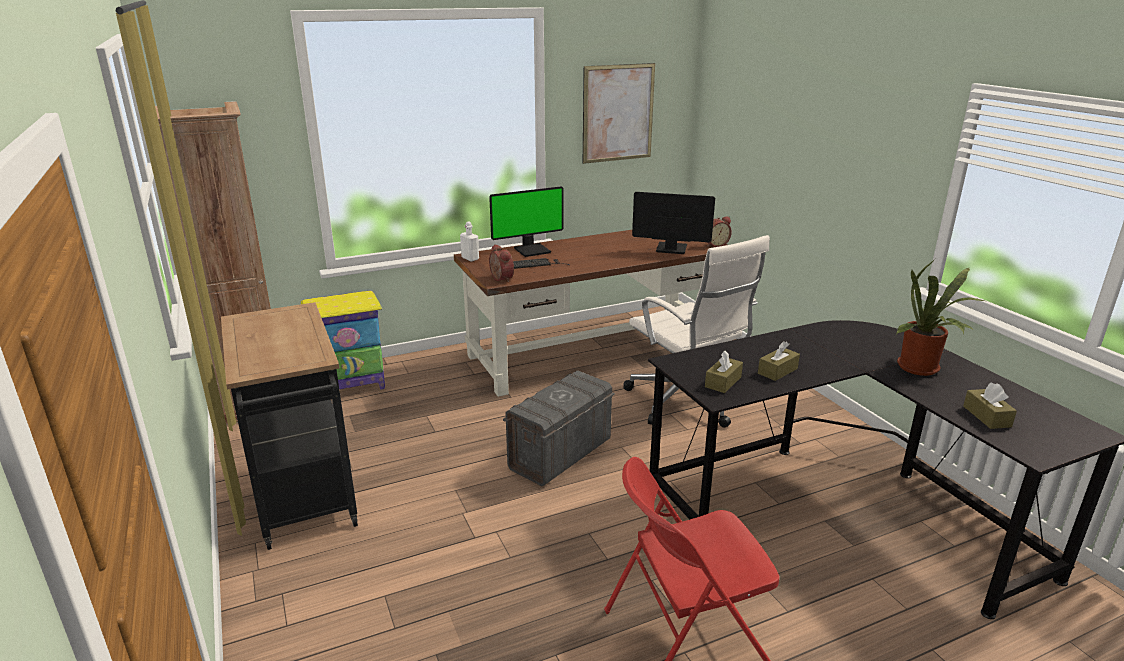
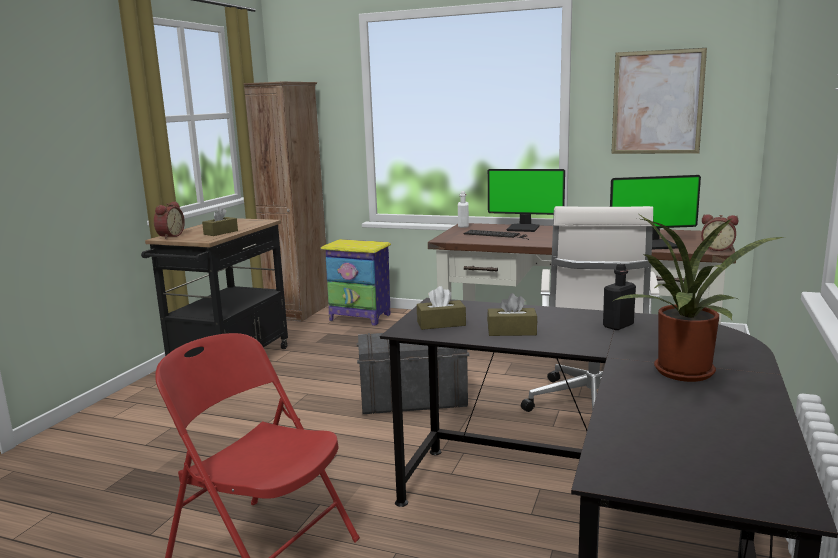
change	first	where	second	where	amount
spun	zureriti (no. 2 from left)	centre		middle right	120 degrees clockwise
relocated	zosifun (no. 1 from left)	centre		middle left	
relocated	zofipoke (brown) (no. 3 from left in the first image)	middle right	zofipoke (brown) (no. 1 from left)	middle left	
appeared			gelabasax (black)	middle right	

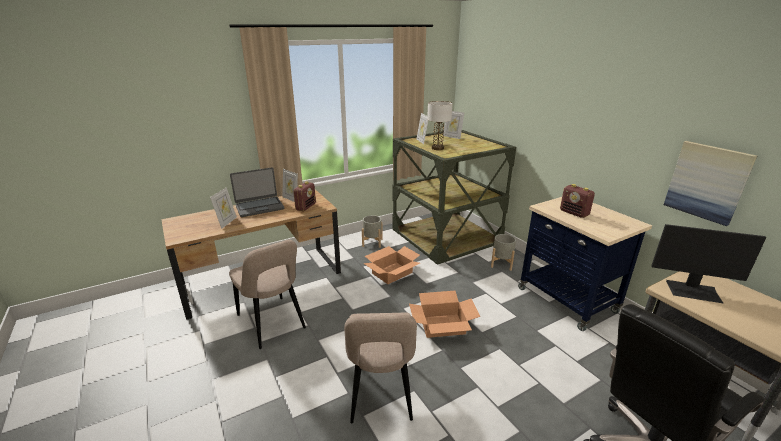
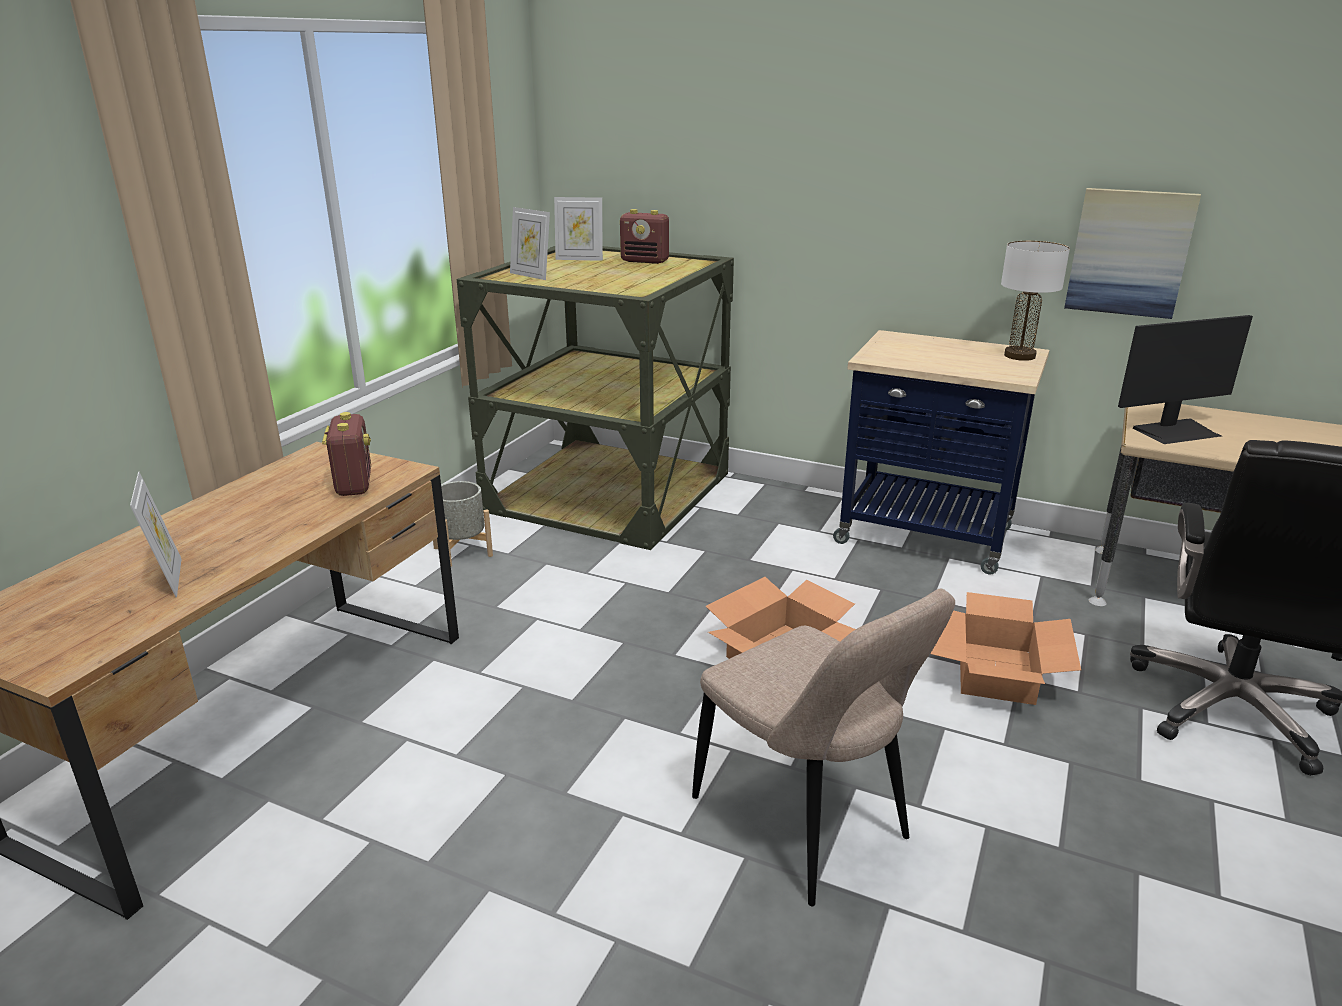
change	first	where	second	where	amount
relocated	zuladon	top centre		top right	
missing	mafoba	middle left			
missing	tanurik (no. 2 from left)	centre			
relocated	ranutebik (no. 2 from left)	middle right		top centre	
missing	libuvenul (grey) (no. 2 from left)	centre			
missing	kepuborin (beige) (no. 1 from left)	bottom centre			
relocated	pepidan (no. 1 from left in the first image)	centre	pepidan (no. 2 from left)	middle right	

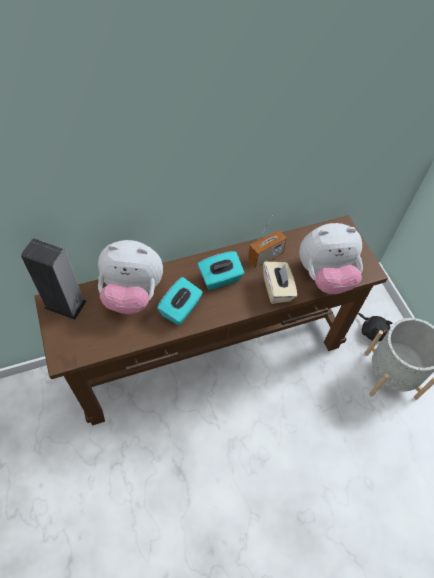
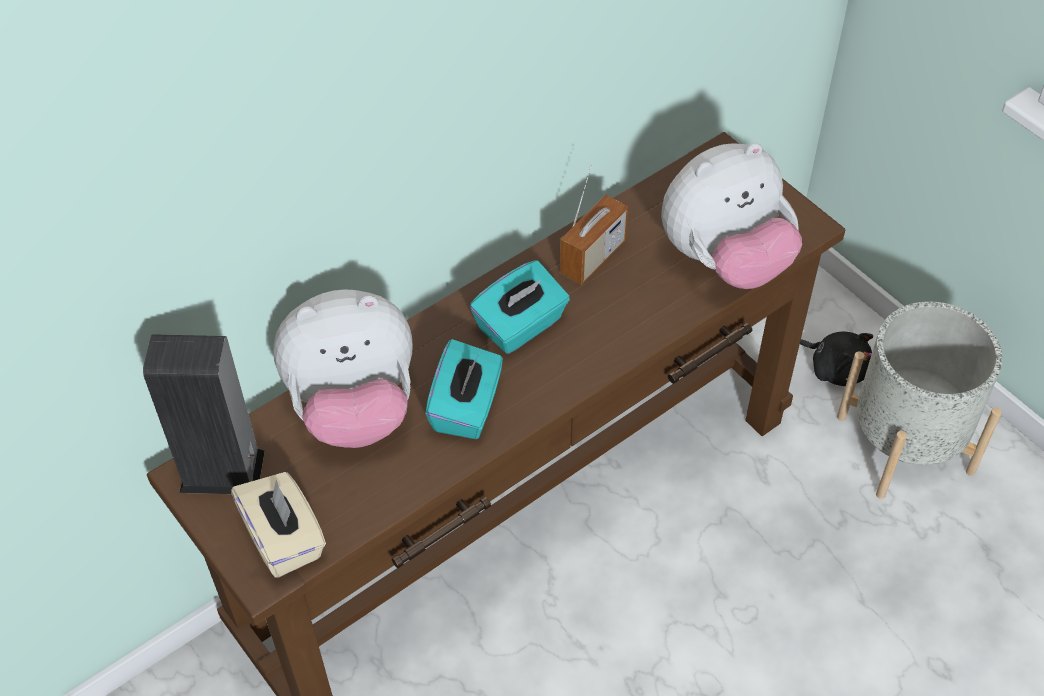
change	first	where	second	where	amount
relocated	zofipoke (beige)	centre		bottom left	

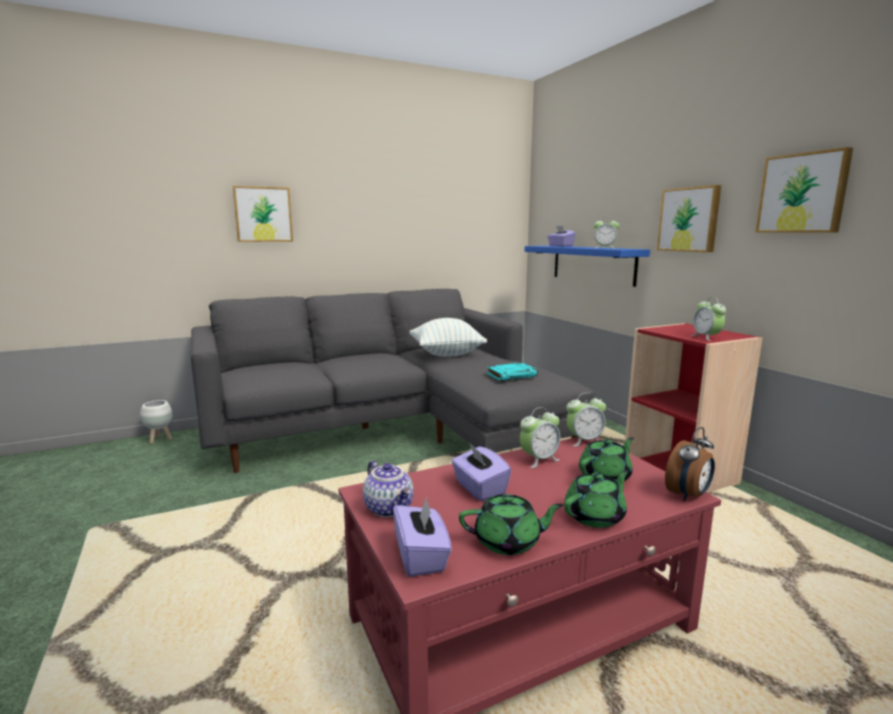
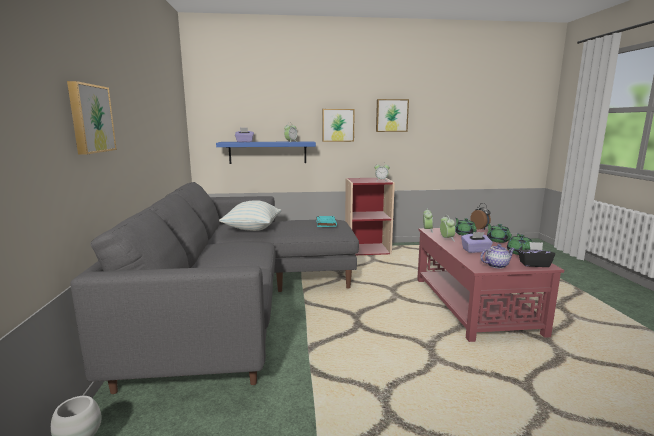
change	first	where	second	where	amount
colour	zofipoke (purple) (no. 1 from left)	bottom centre	zofipoke (black)	middle right	

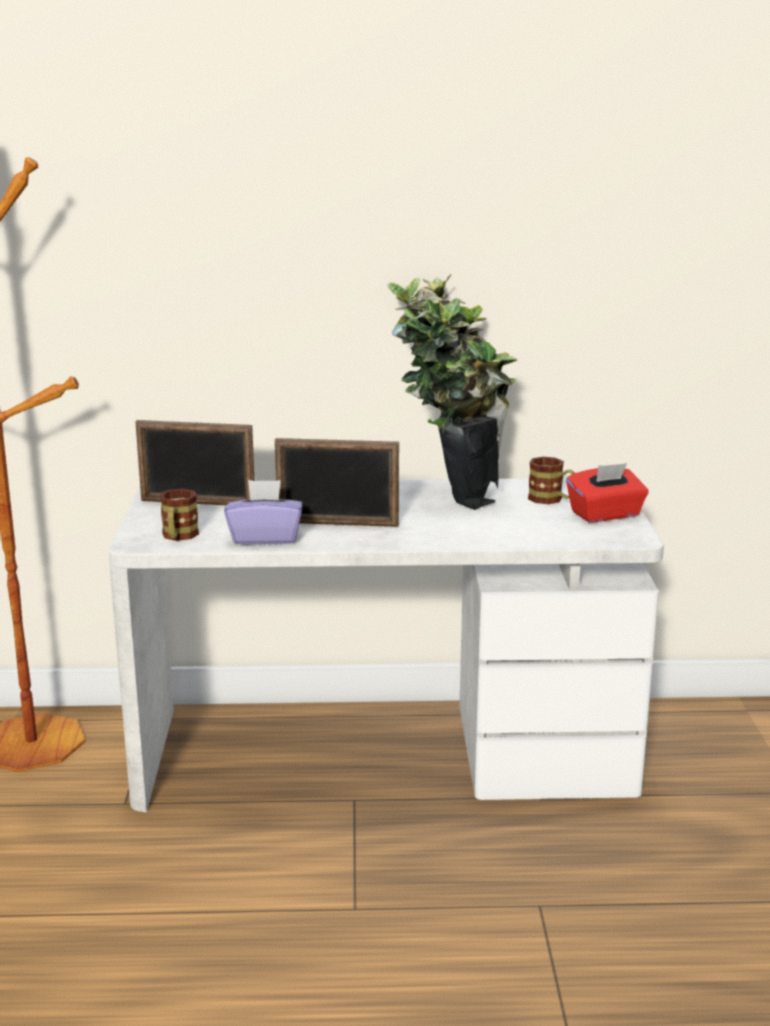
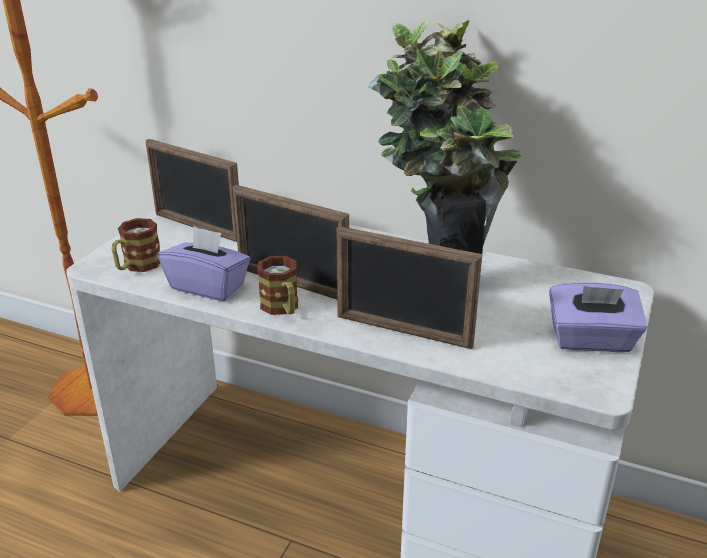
change	first	where	second	where	amount
relocated	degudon (no. 2 from left)	middle right		centre	
colour	zofipoke (red)	middle right	zofipoke (purple) (no. 2 from left)	middle right	
appeared			tanurik (no. 3 from left)	centre	

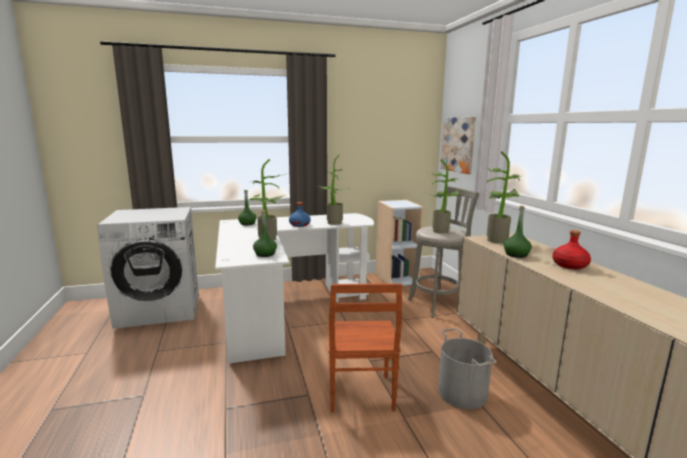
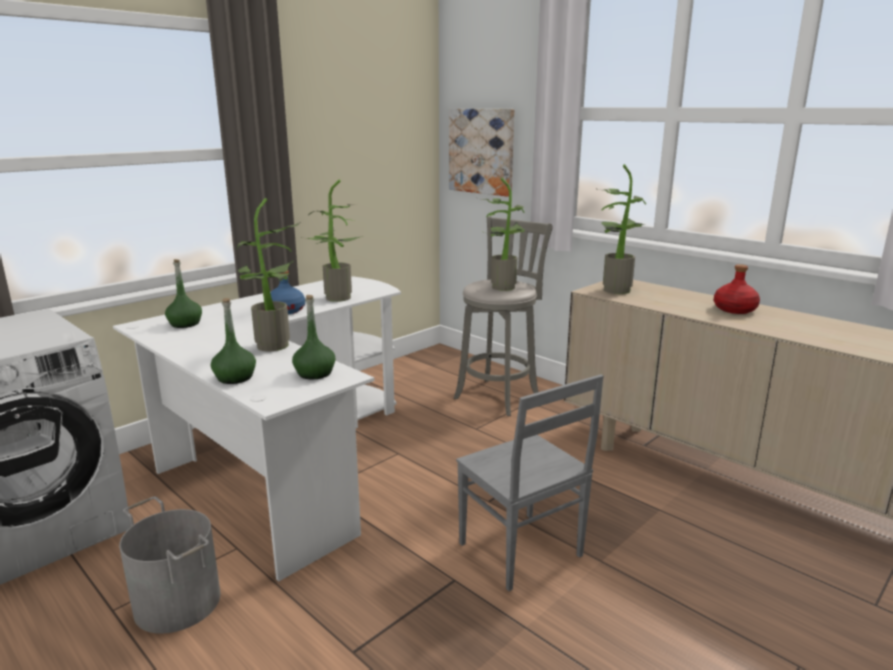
change	first	where	second	where	amount
missing	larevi	centre			
relocated	gelabasax (green) (no. 3 from left in the first image)	middle right	gelabasax (green) (no. 2 from left)	middle left	
colour	kepuborin (brown)	bottom centre	kepuborin (grey)	bottom centre	
relocated	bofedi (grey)	bottom right		bottom left	

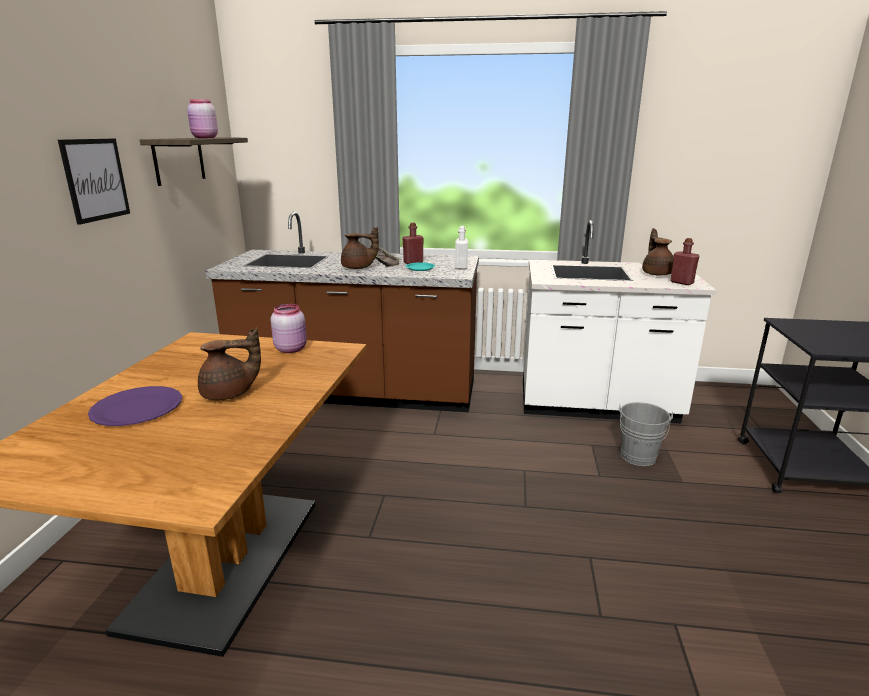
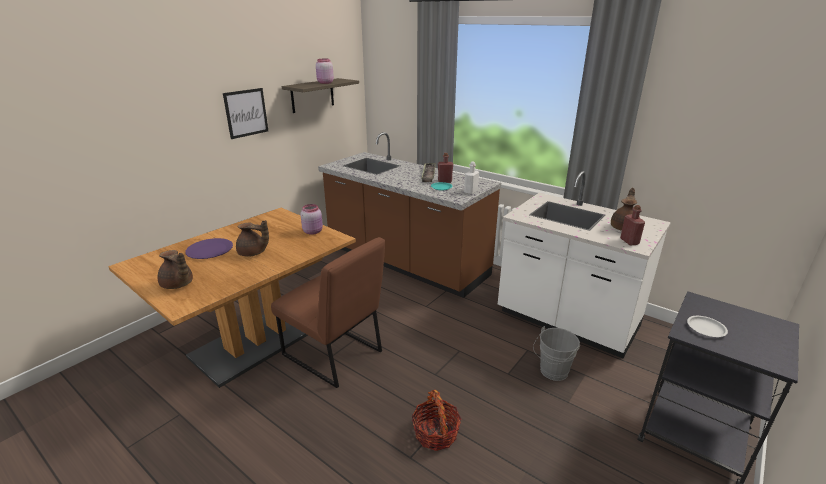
change	first	where	second	where	amount
relocated	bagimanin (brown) (no. 2 from left in the first image)	centre	bagimanin (brown) (no. 1 from left)	middle left	
appeared			kepuborin (brown)	centre	
appeared			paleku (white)	bottom right	
appeared			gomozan	bottom centre	

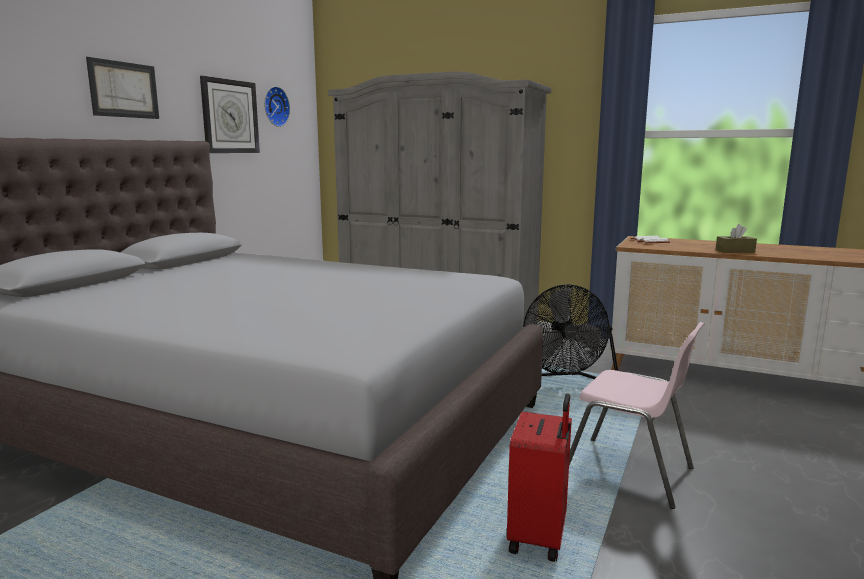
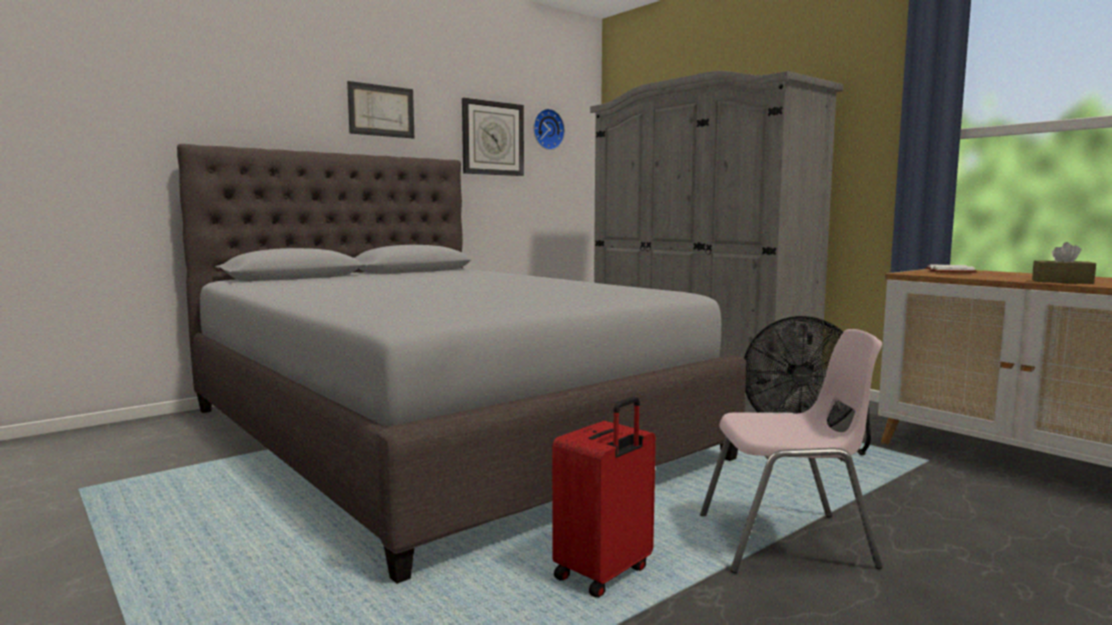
change	first	where	second	where	amount
spun	kepuborin (pink)	bottom right		bottom right	60 degrees counterclockwise

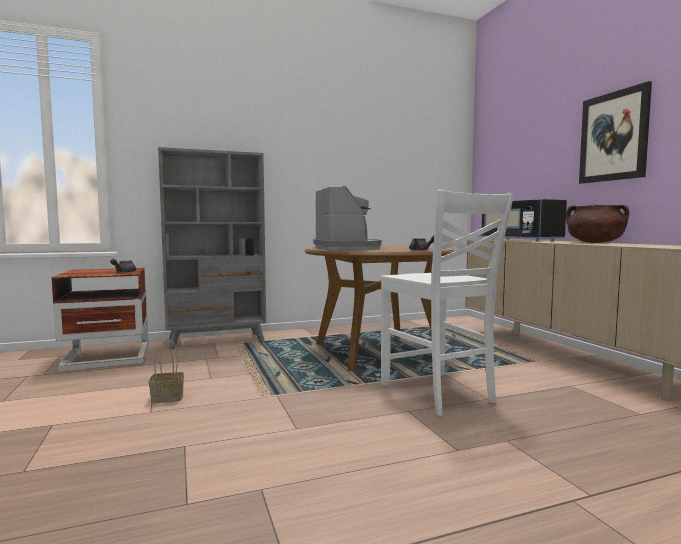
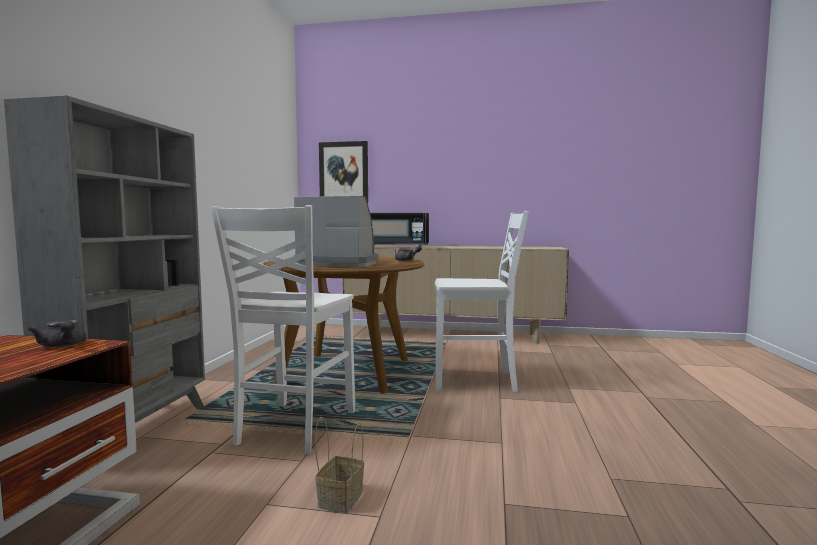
change	first	where	second	where	amount
relocated	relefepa	top right		top centre	
missing	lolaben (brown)	middle right			
appeared			kepuborin (white) (no. 1 from left)	centre	

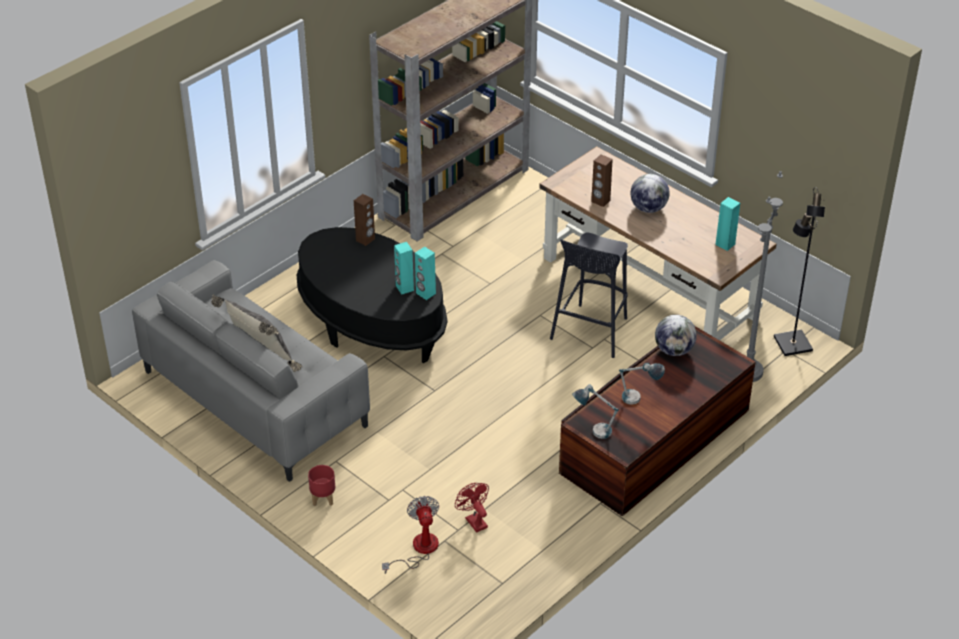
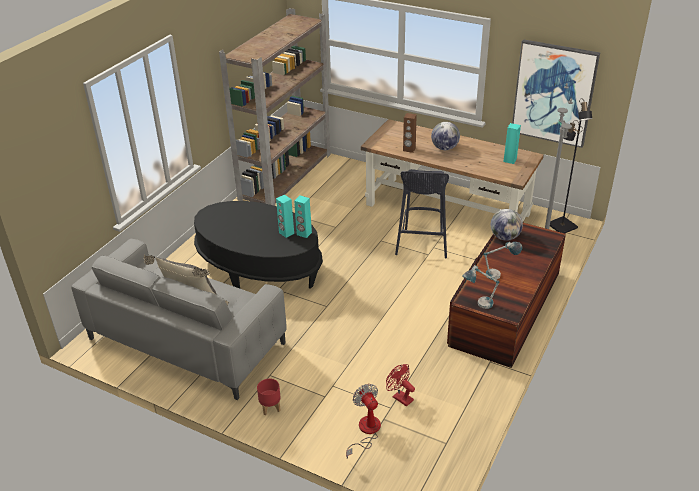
change	first	where	second	where	amount
missing	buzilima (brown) (no. 1 from left)	centre			
appeared			relefepa	top right	

